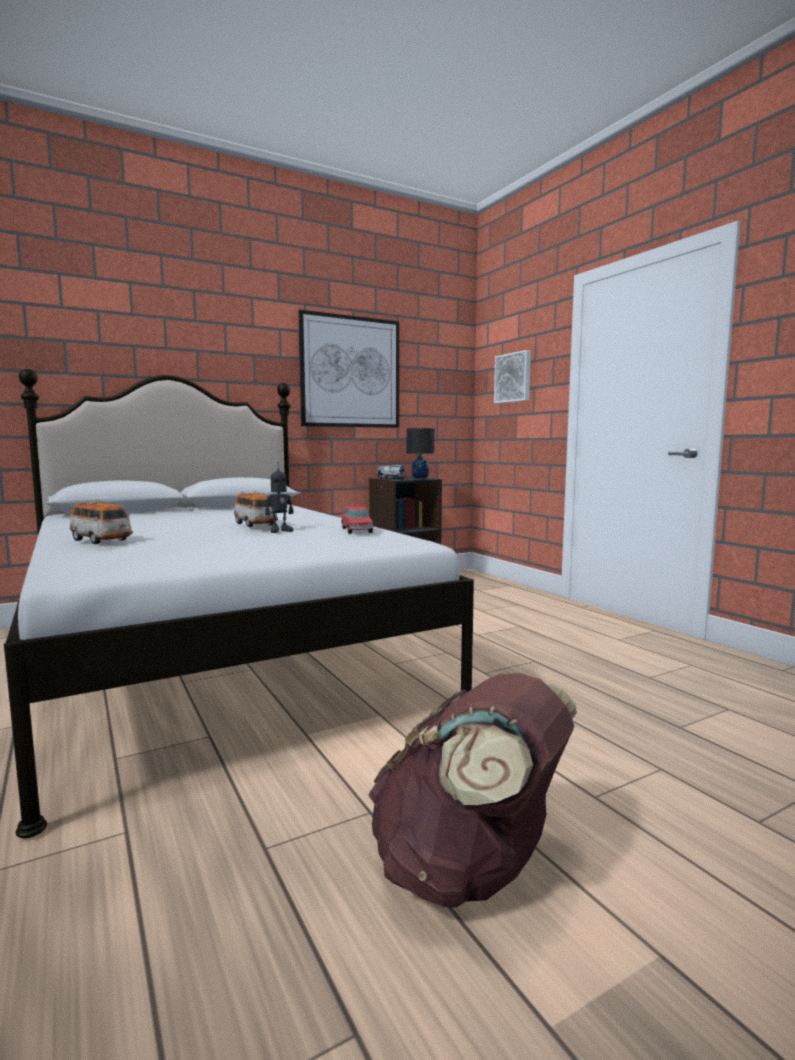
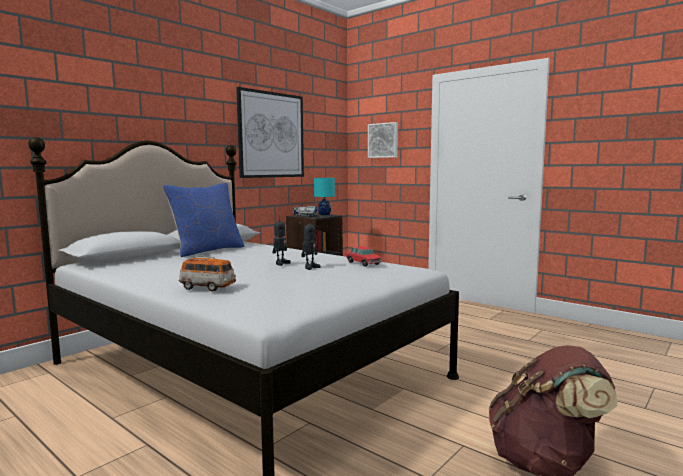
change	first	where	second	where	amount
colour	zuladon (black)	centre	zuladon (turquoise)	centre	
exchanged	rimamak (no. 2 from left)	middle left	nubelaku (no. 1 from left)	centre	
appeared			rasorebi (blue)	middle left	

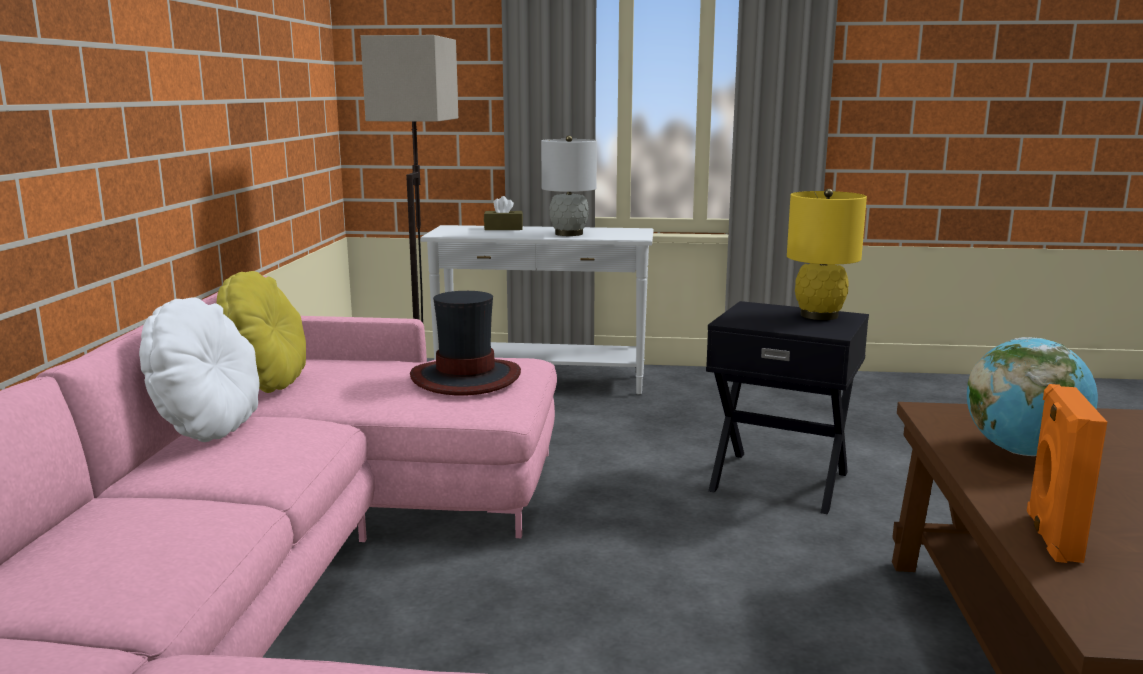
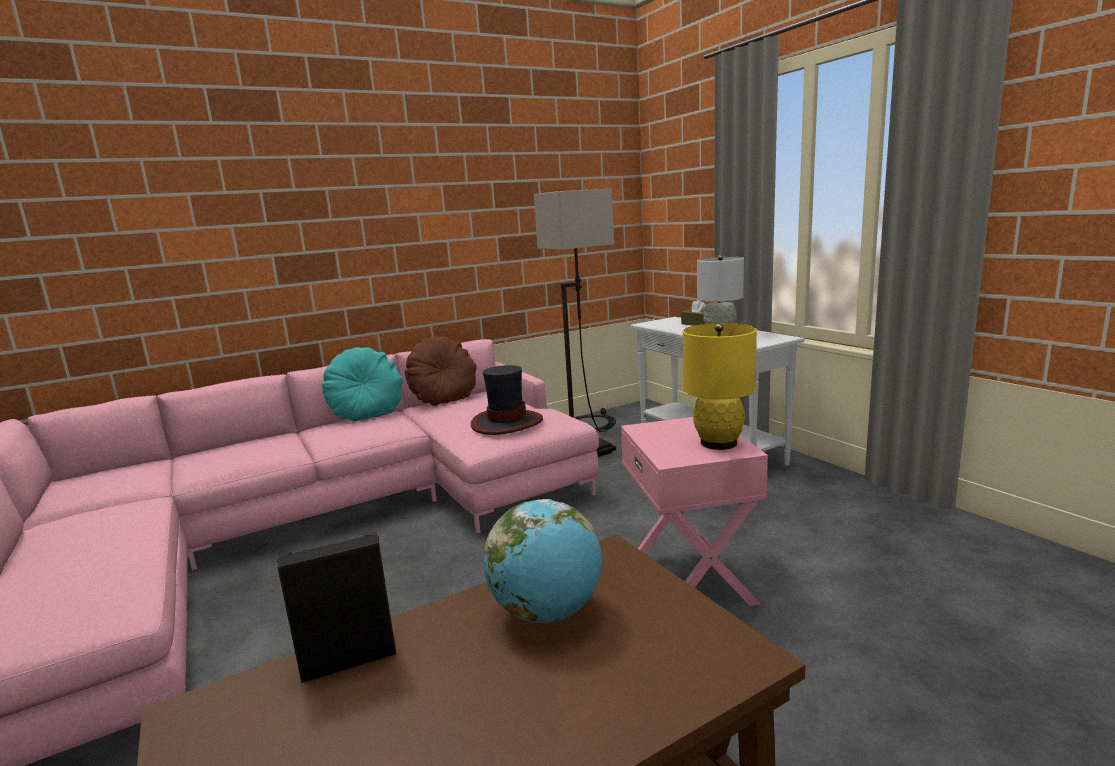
change	first	where	second	where	amount
colour	rasorebi (yellow)	middle left	rasorebi (brown)	centre	
colour	rasorebi (white)	middle left	rasorebi (turquoise)	middle left	
colour	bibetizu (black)	middle right	bibetizu (pink)	bottom centre	
colour	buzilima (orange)	bottom right	buzilima (black)	bottom left	

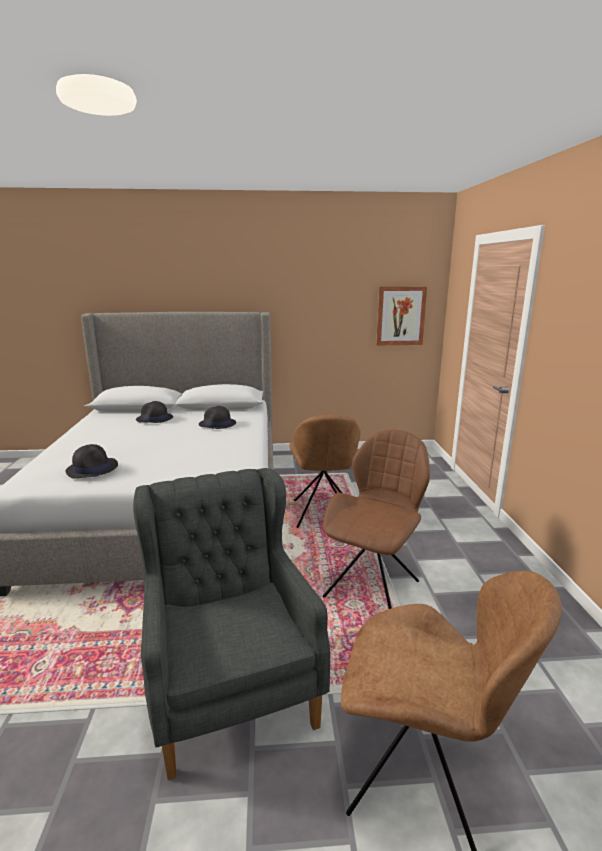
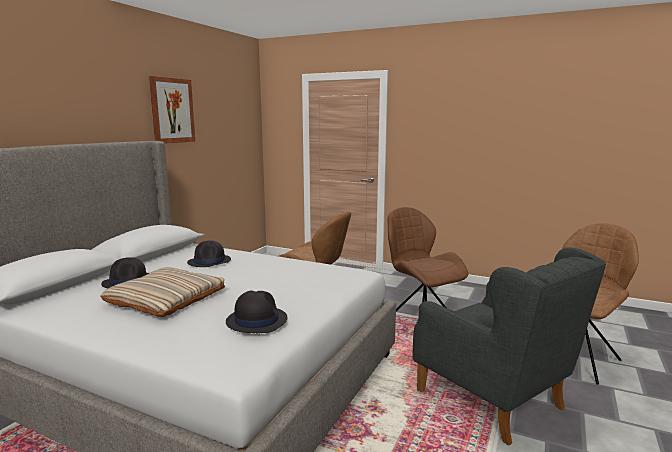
change	first	where	second	where	amount
relocated	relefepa	centre		top left	
spun	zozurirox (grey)	bottom centre		bottom right	135 degrees counterclockwise
appeared			rasorebi (beige)	middle left	

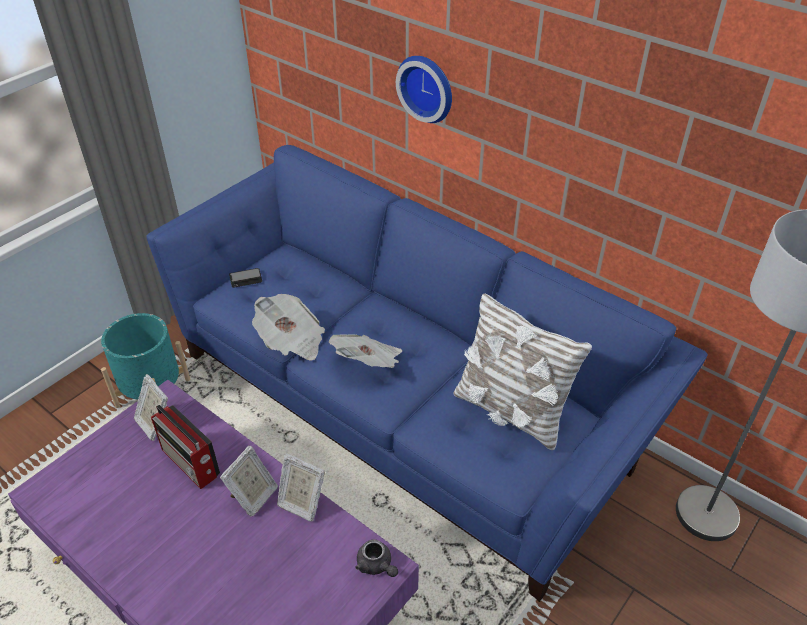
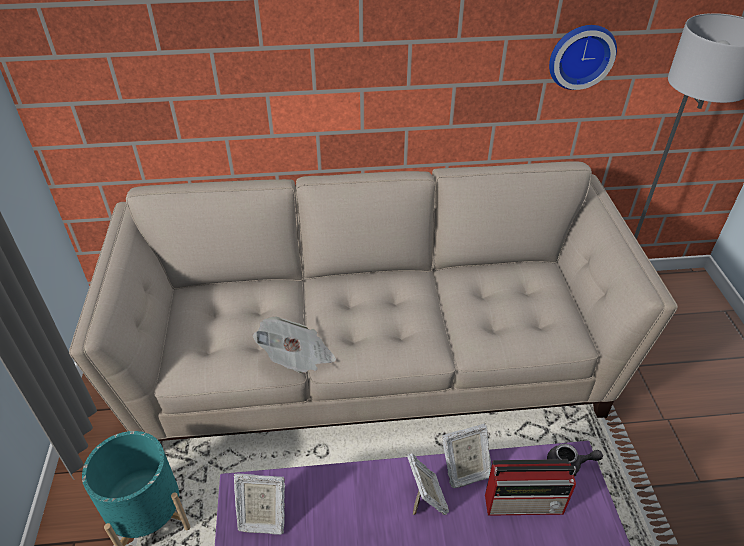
change	first	where	second	where	amount
relocated	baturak	top centre		top right	
colour	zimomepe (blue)	centre	zimomepe (beige)	centre	
missing	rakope	middle left			
missing	rasorebi (white)	centre			
missing	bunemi (no. 2 from left)	centre			
relocated	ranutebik	bottom left		bottom right	

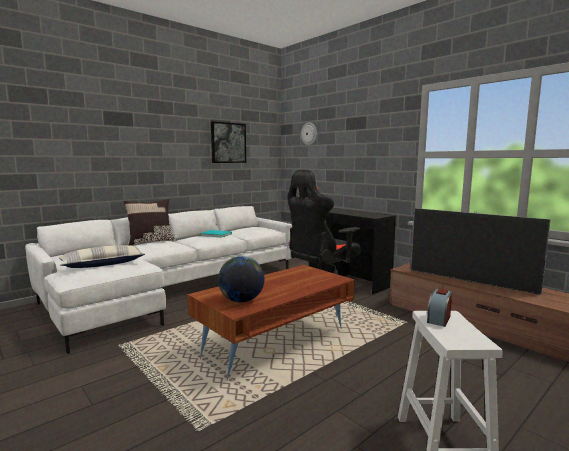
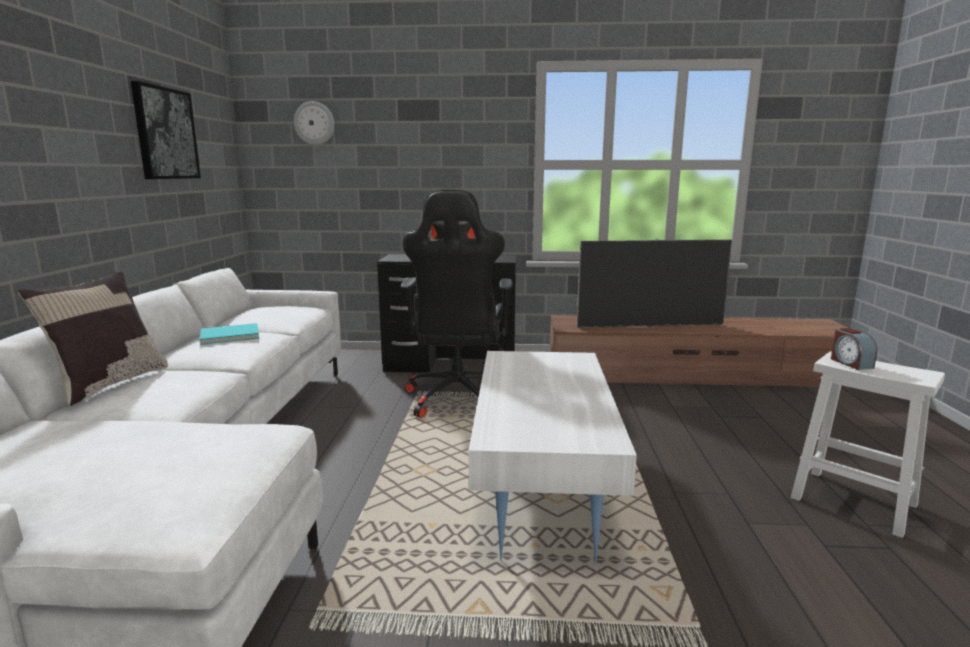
change	first	where	second	where	amount
missing	rasorebi (no. 1 from left)	middle left			
missing	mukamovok	centre			
colour	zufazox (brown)	bottom centre	zufazox (white)	bottom centre	

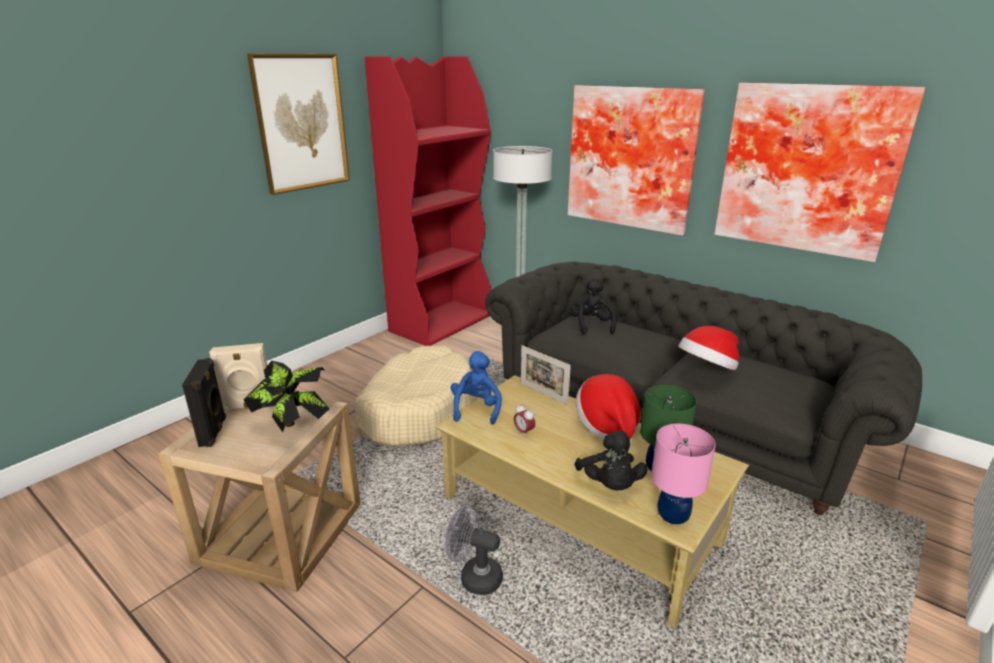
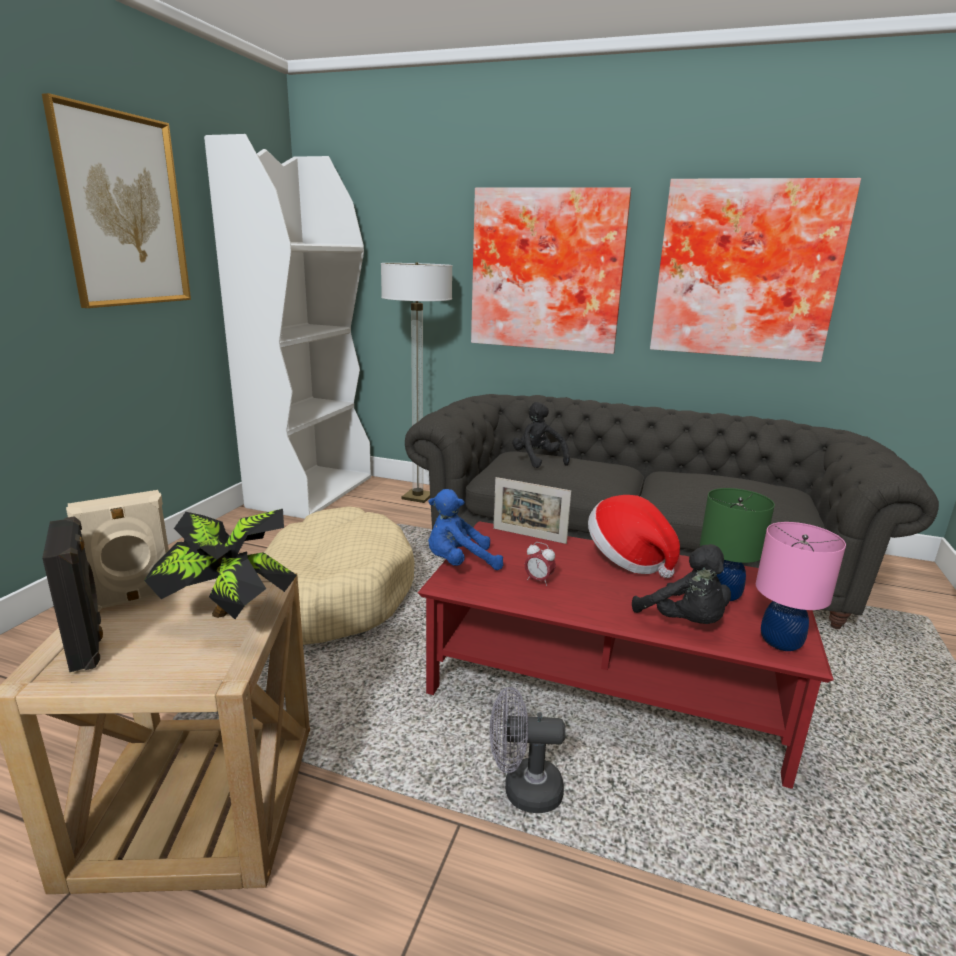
change	first	where	second	where	amount
colour	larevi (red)	top centre	larevi (white)	middle left	
missing	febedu (no. 2 from left)	middle right			
spun	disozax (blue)	centre		centre	90 degrees counterclockwise
colour	zufazox (beige)	bottom centre	zufazox (red)	bottom centre	

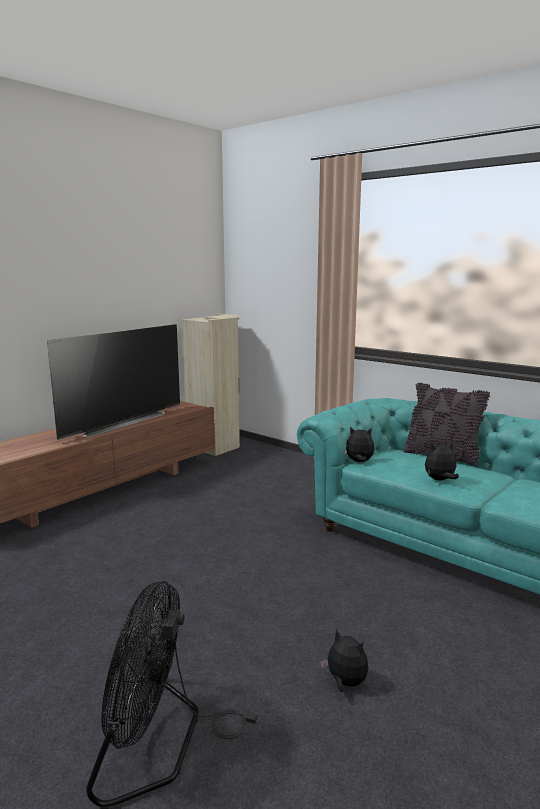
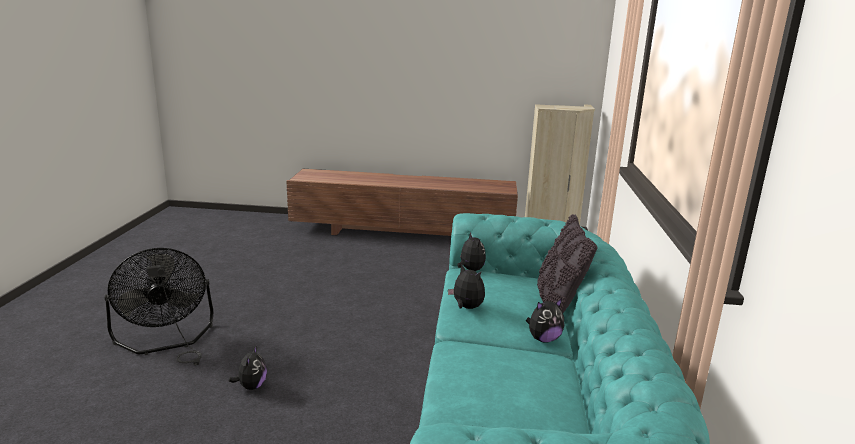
change	first	where	second	where	amount
missing	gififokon	middle left			
appeared			disozax (no. 4 from left)	bottom centre	

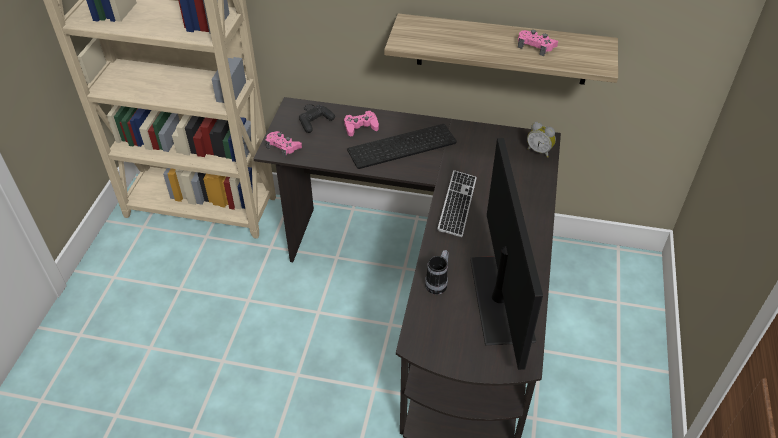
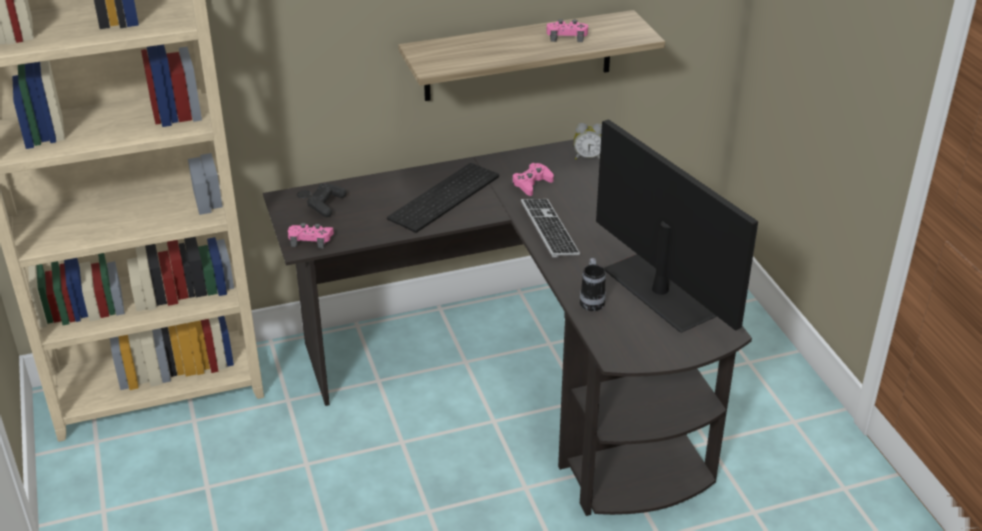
change	first	where	second	where	amount
relocated	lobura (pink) (no. 2 from left)	top centre		centre	

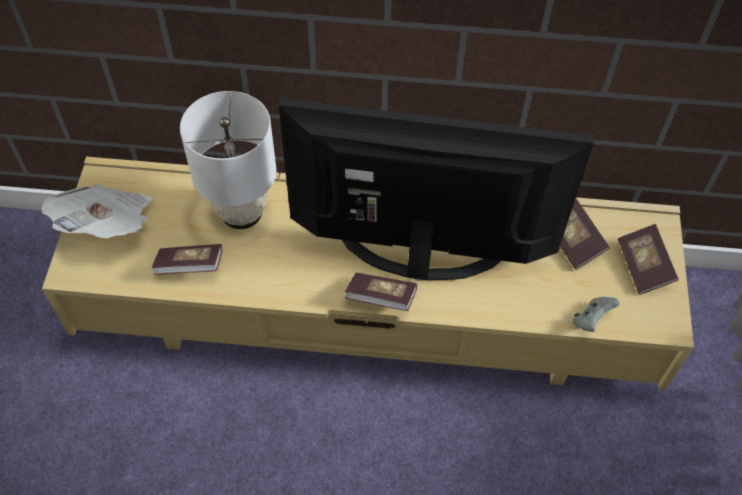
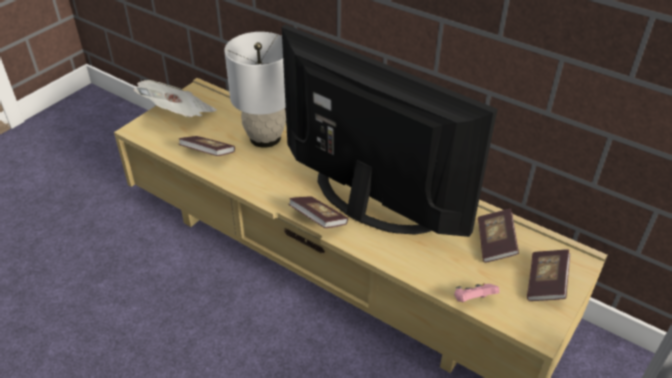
change	first	where	second	where	amount
colour	lobura (grey)	middle right	lobura (pink)	bottom right	

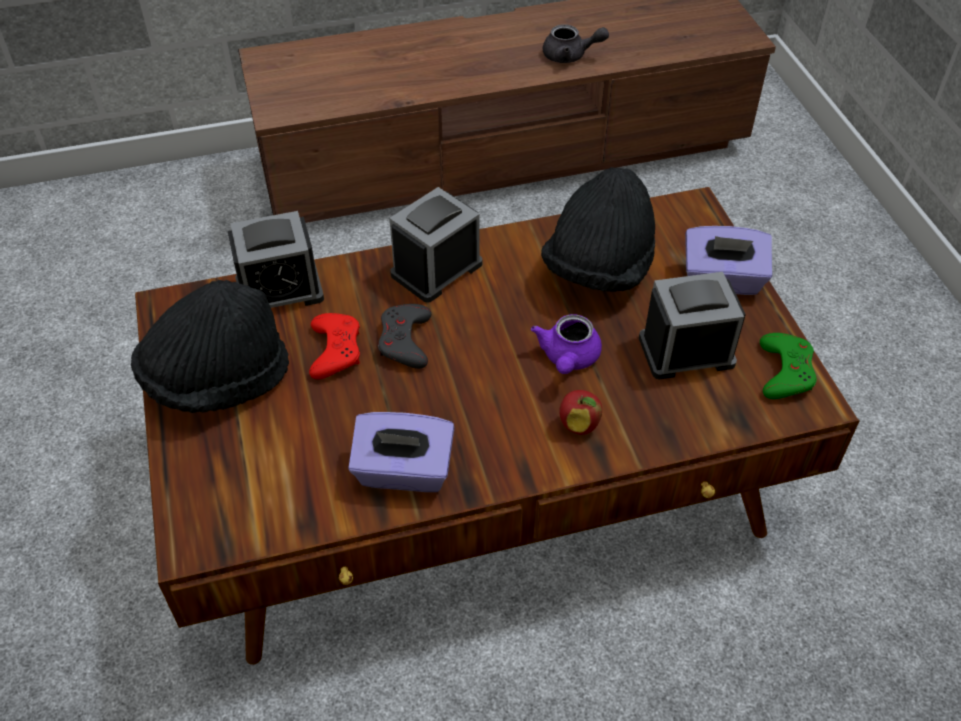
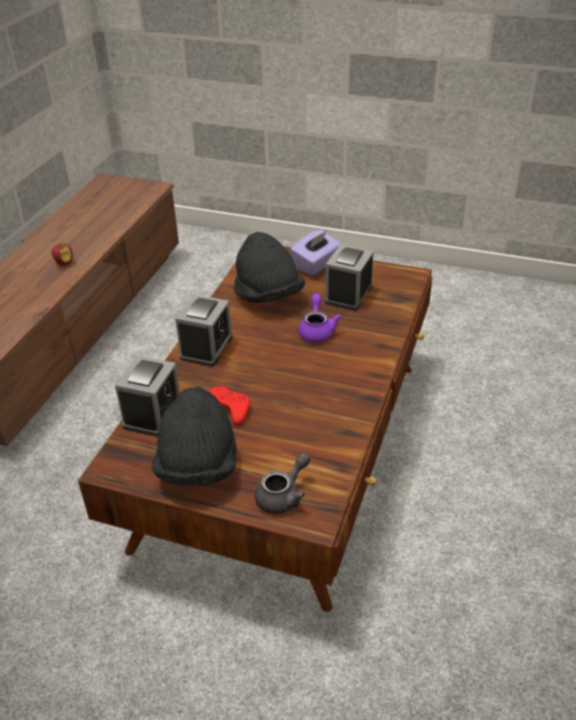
change	first	where	second	where	amount
relocated	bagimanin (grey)	top centre		bottom centre	
spun	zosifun (no. 2 from left)	centre		centre	150 degrees counterclockwise
missing	lobura (grey)	centre			
spun	bagimanin (purple)	centre		centre	135 degrees counterclockwise
missing	lobura (green)	middle right			
relocated	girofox	centre		middle left	
missing	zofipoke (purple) (no. 1 from left)	centre			

